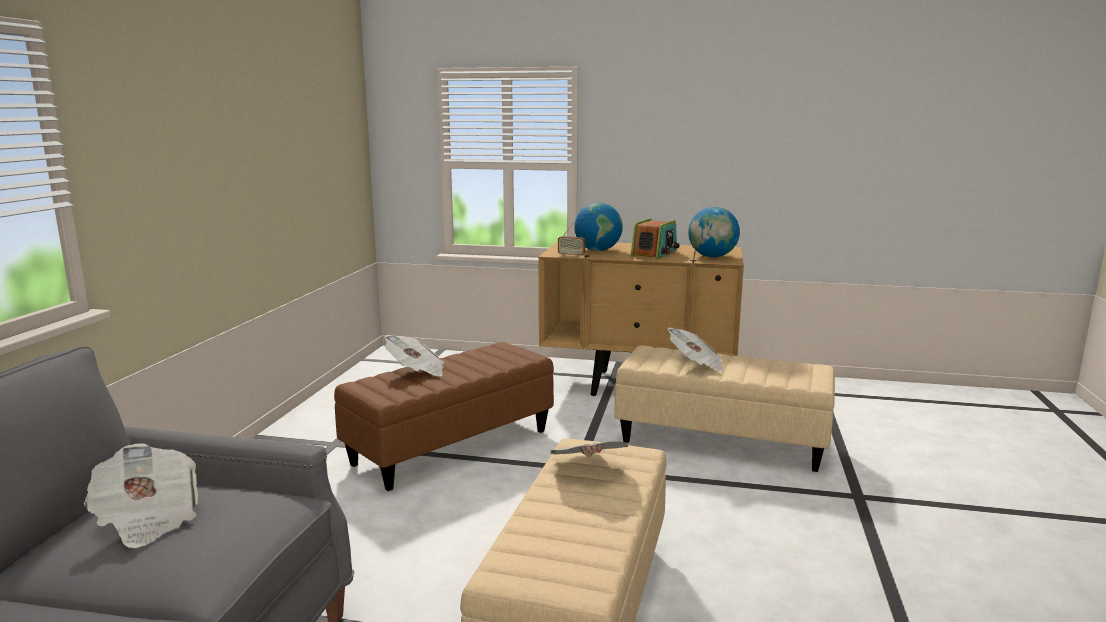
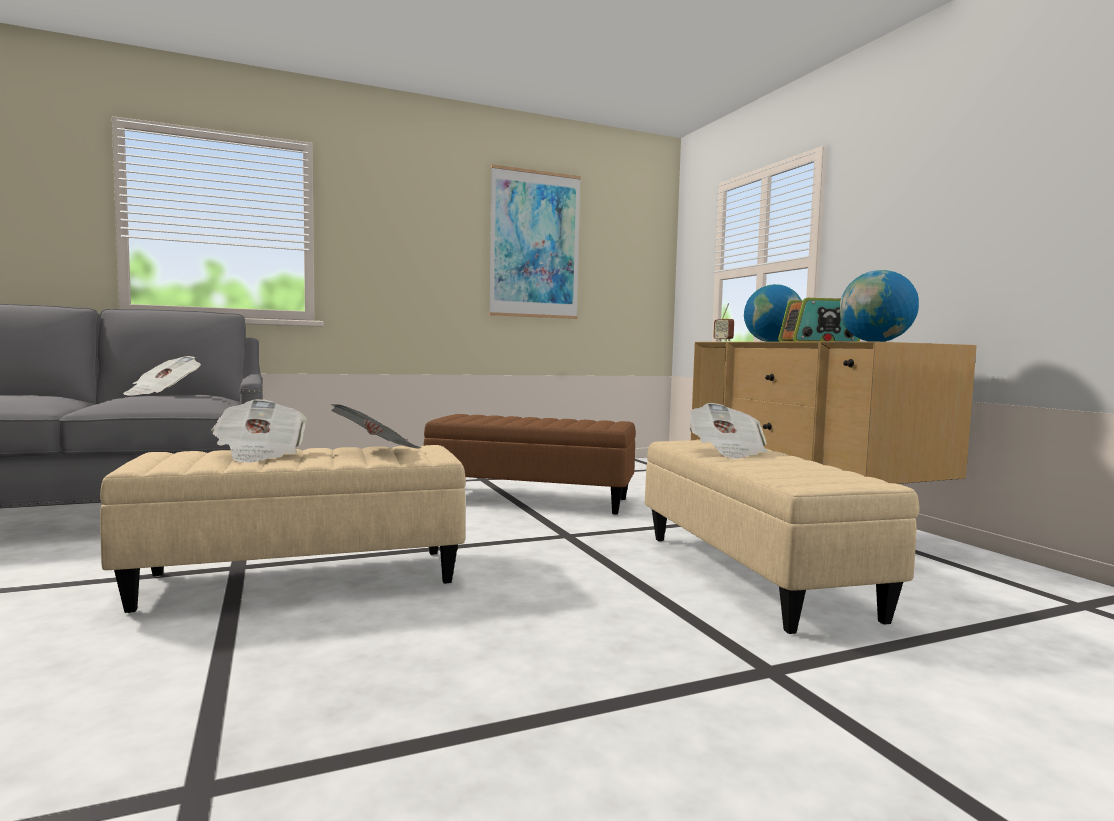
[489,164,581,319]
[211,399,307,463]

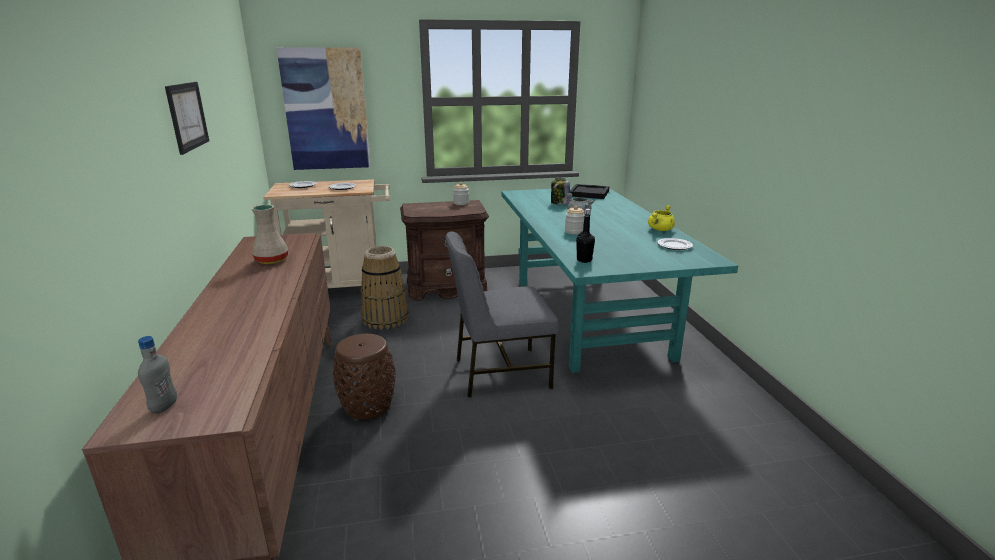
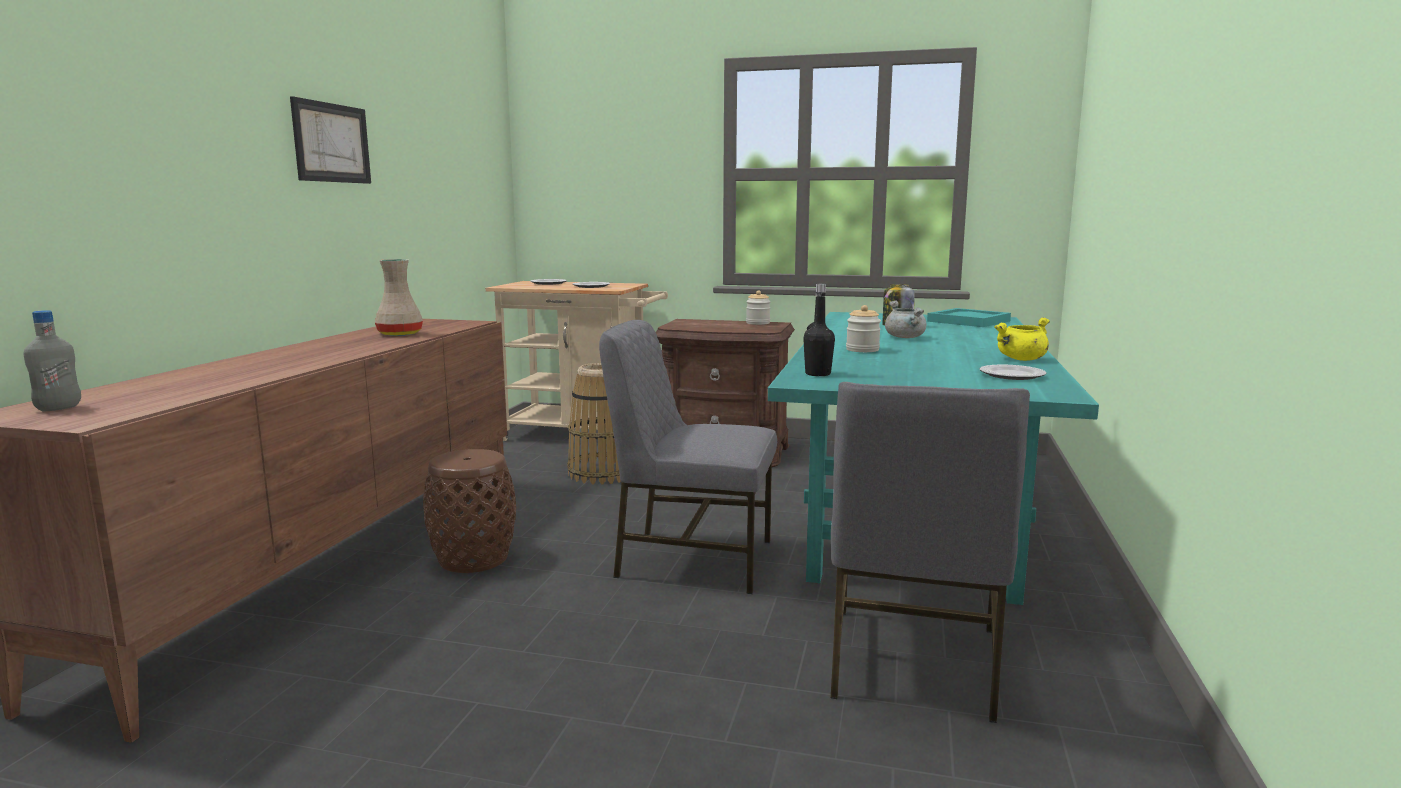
[276,47,371,170] (first image)
[831,382,1030,723]
[927,308,1011,327]

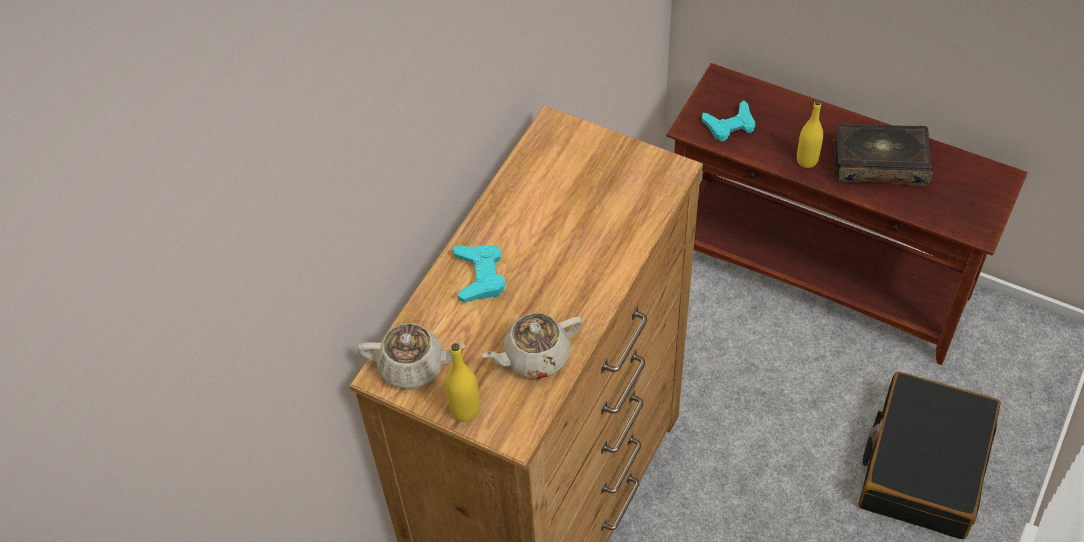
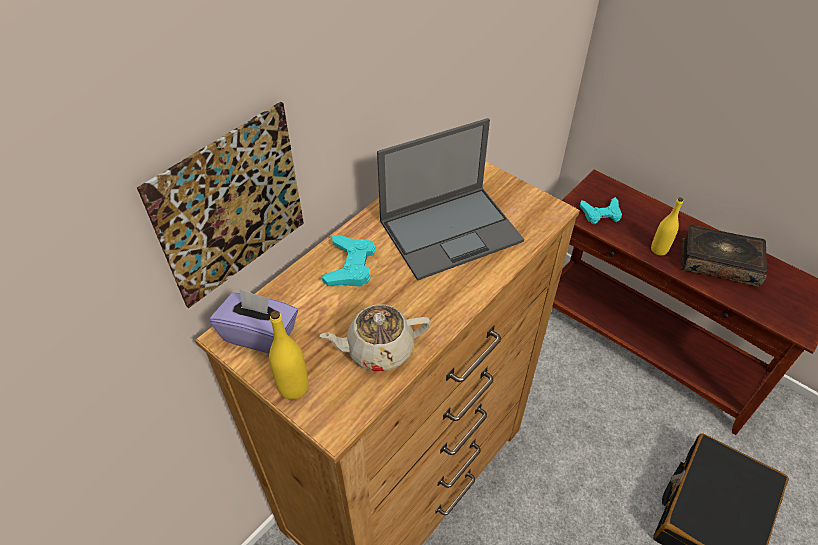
[137,101,304,308]
[377,118,524,281]
[210,289,298,353]

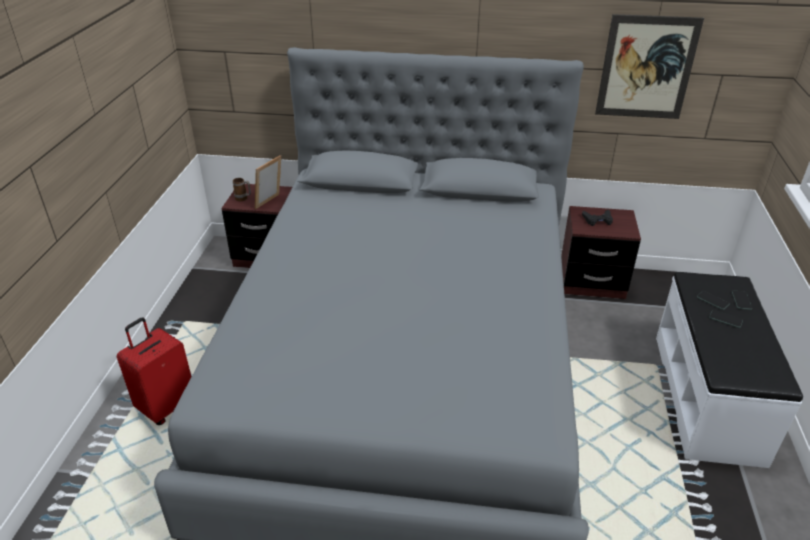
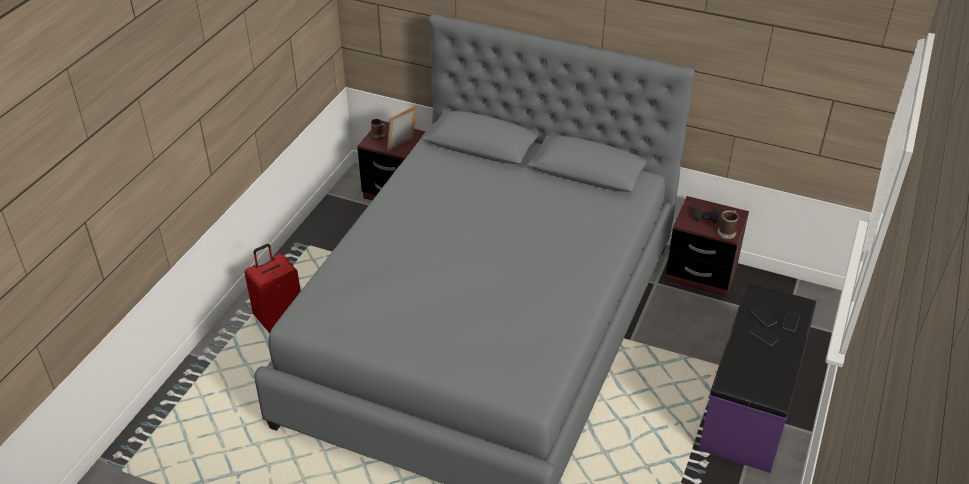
[595,14,704,119] (first image)
[718,209,739,239]
[699,283,816,473]

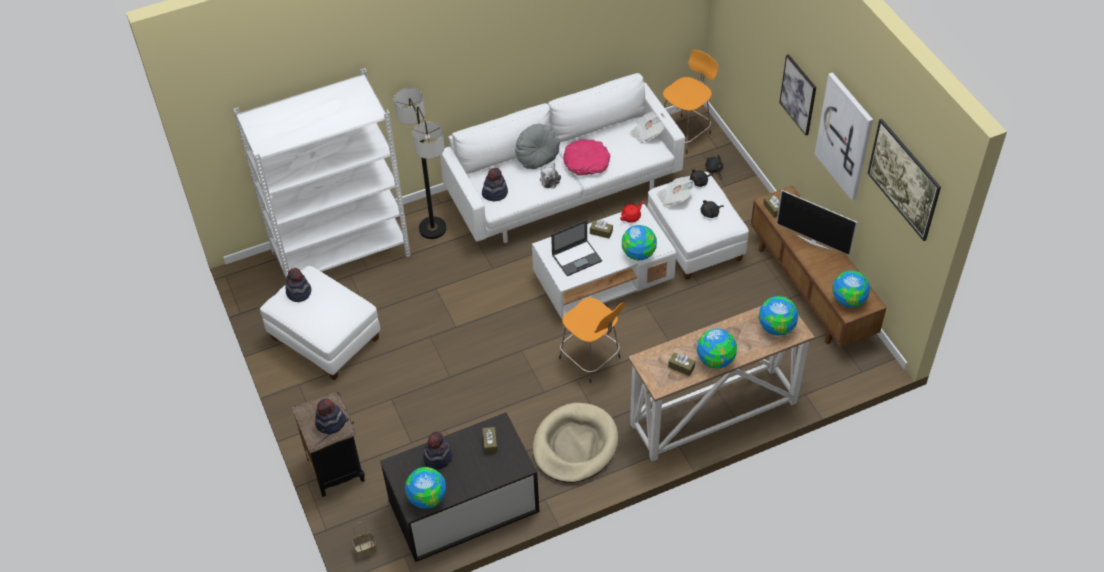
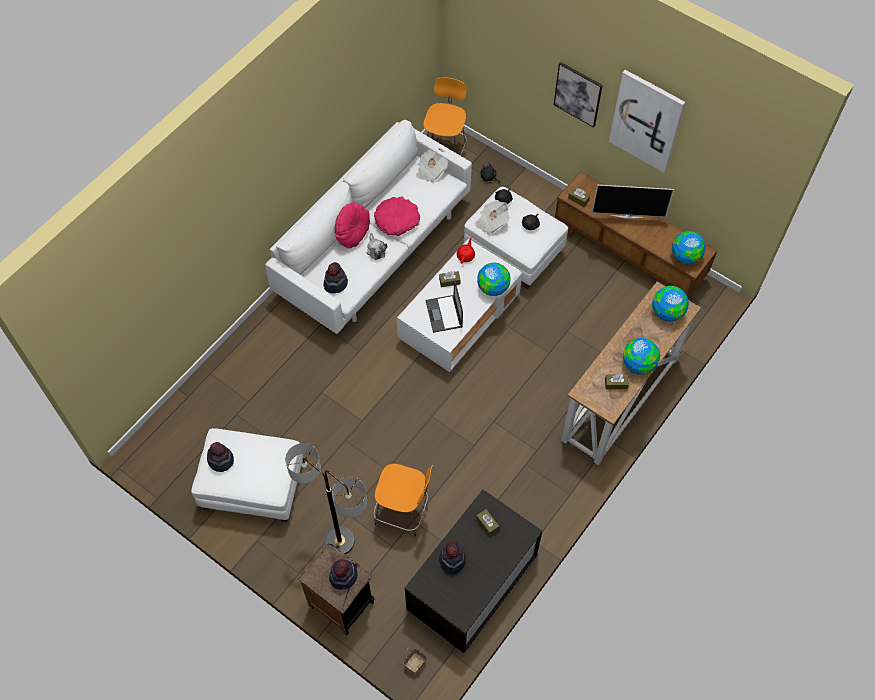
[234,68,411,277] (first image)
[405,467,446,509] (first image)
[533,403,618,483] (first image)
[867,119,941,241] (first image)
[285,443,367,554]
[373,464,433,537]
[335,202,370,249]
[426,279,463,333]

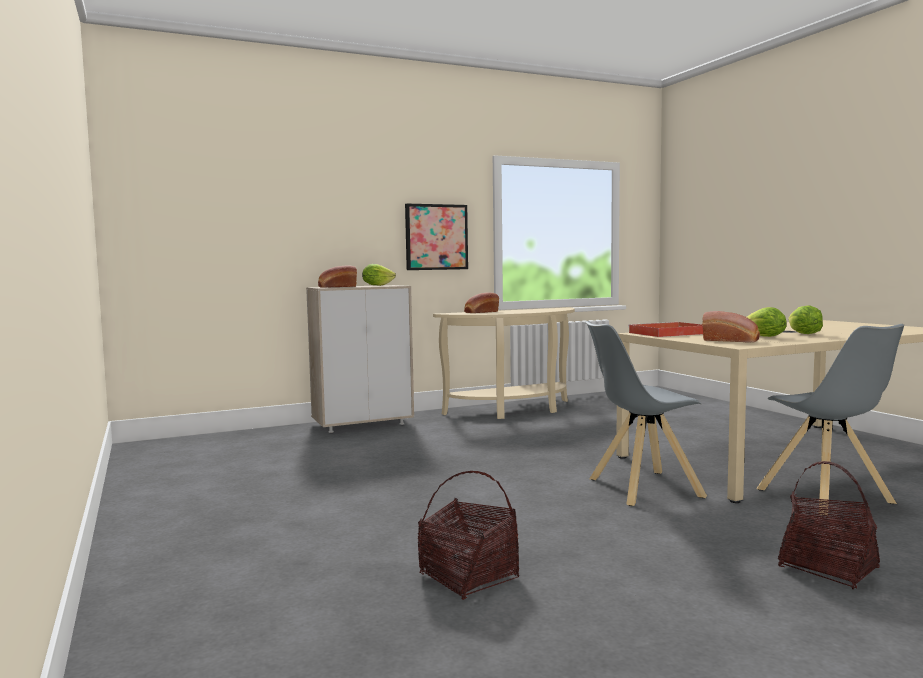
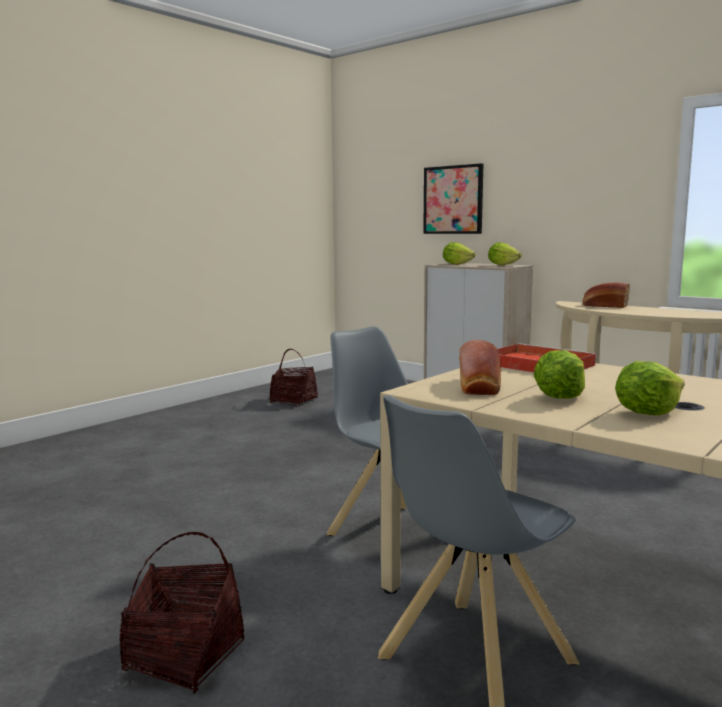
[423,163,483,234]
[270,349,318,407]
[443,242,476,265]

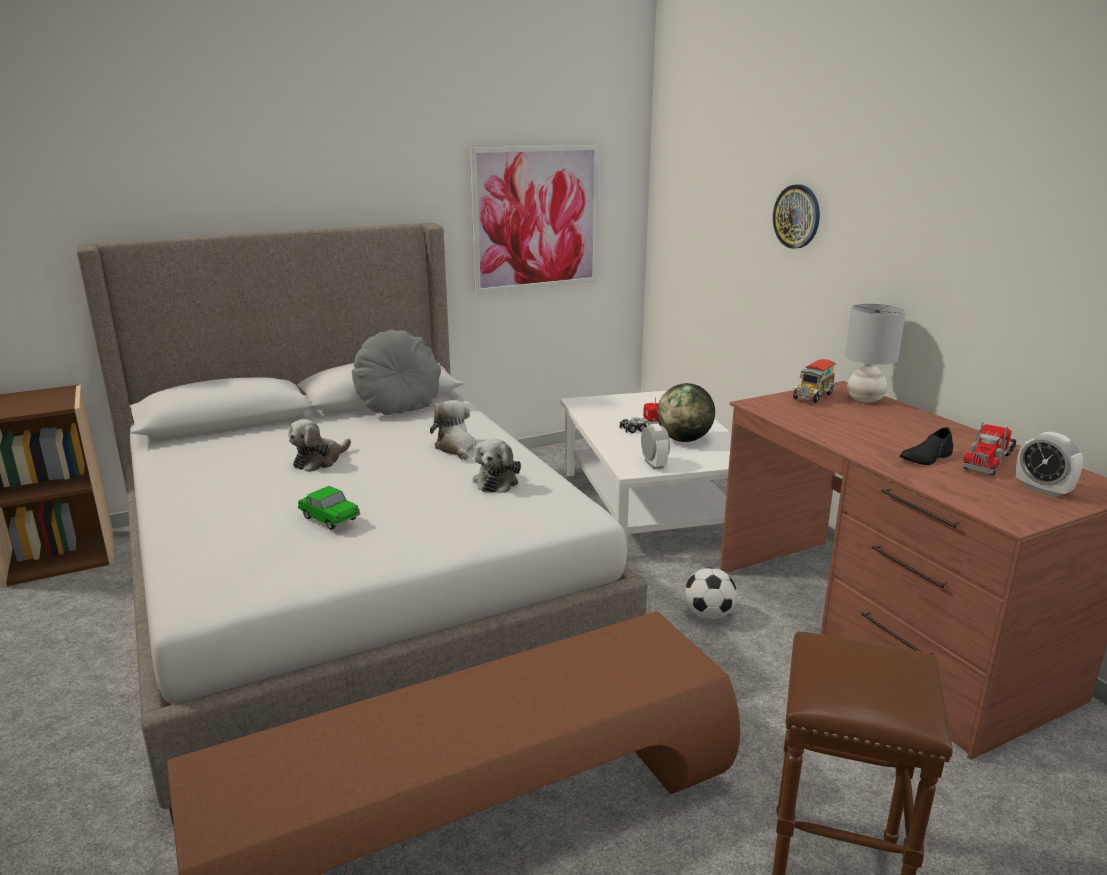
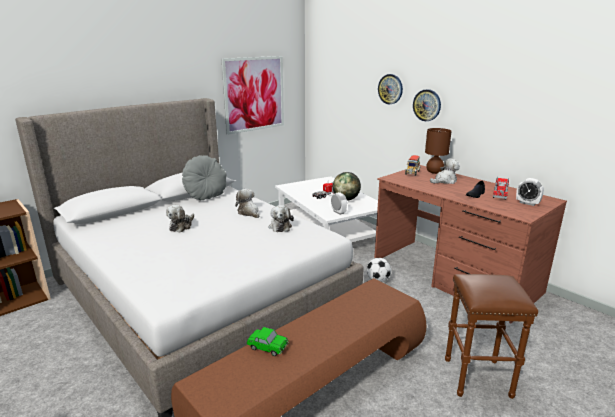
[413,89,441,121]
[430,158,460,184]
[247,327,289,356]
[425,128,452,174]

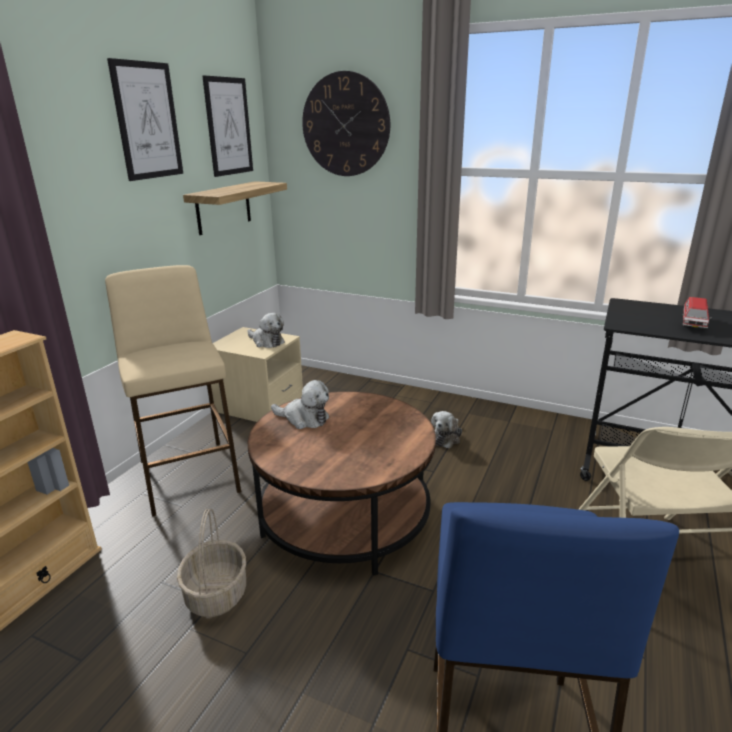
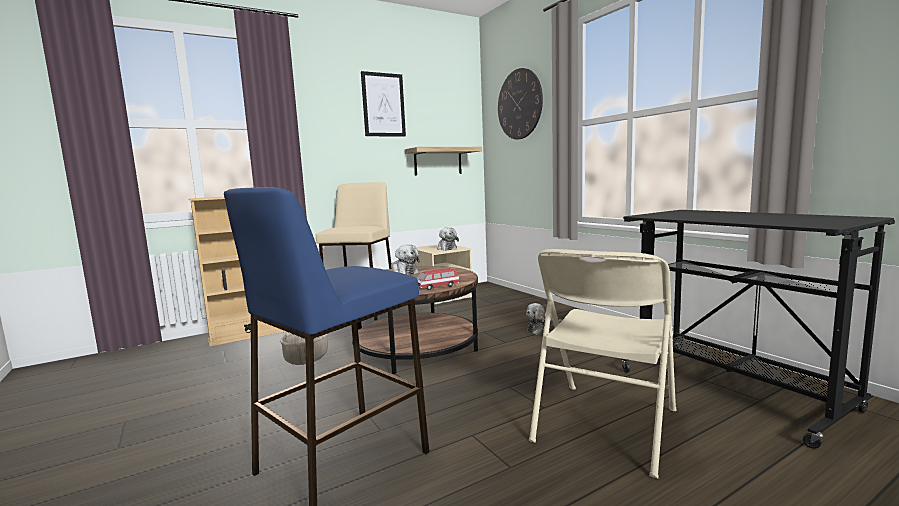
[202,76,253,177] (first image)
[417,268,459,290]

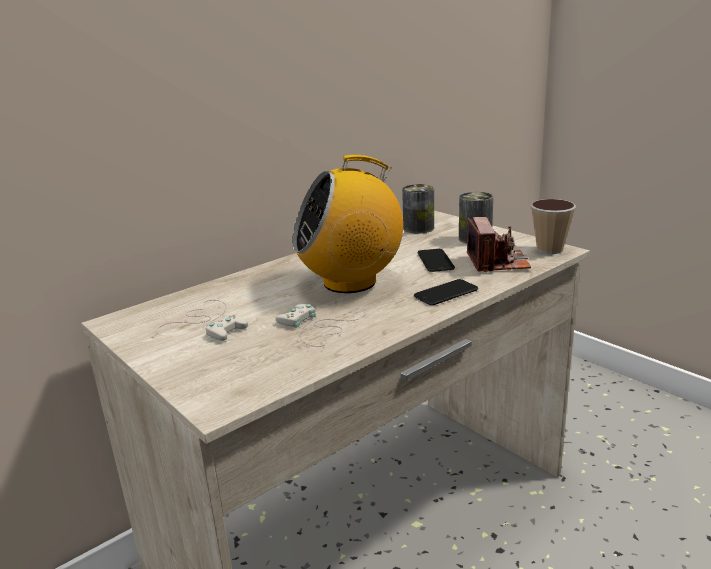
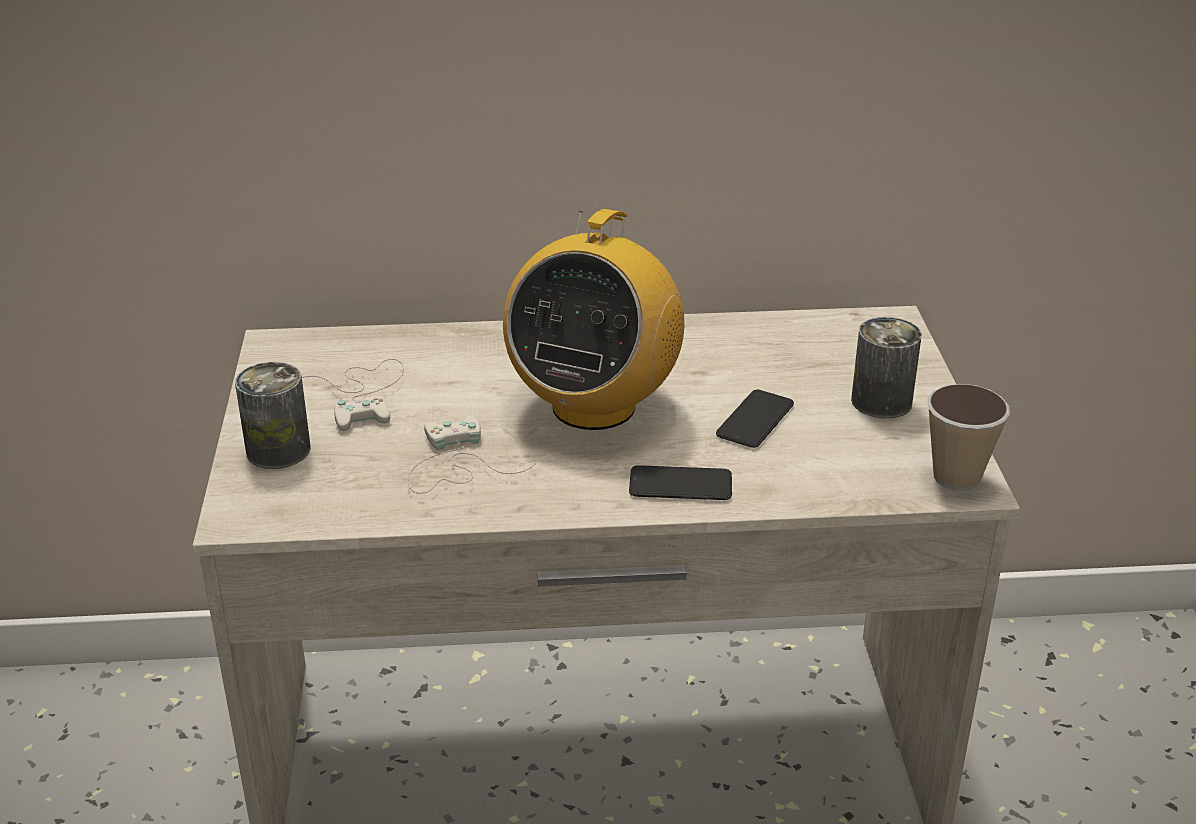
[467,217,531,273] (first image)
[235,362,311,469]
[503,209,684,430]

